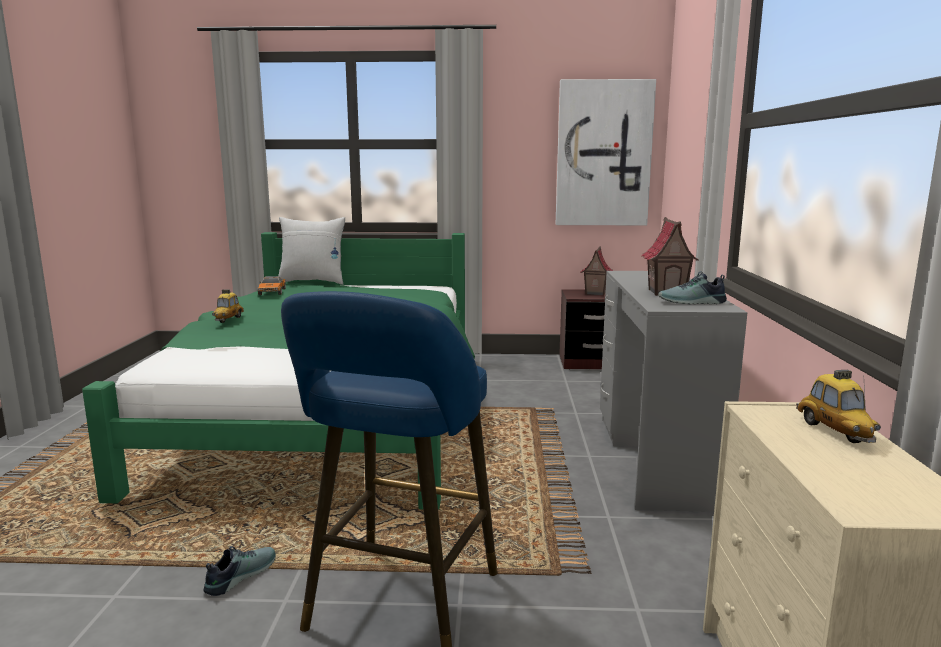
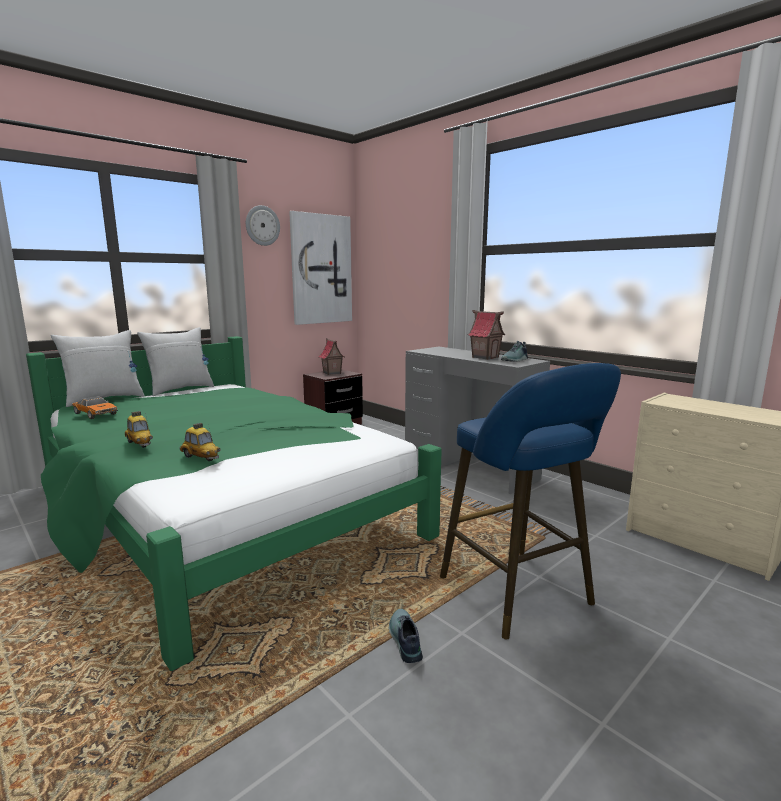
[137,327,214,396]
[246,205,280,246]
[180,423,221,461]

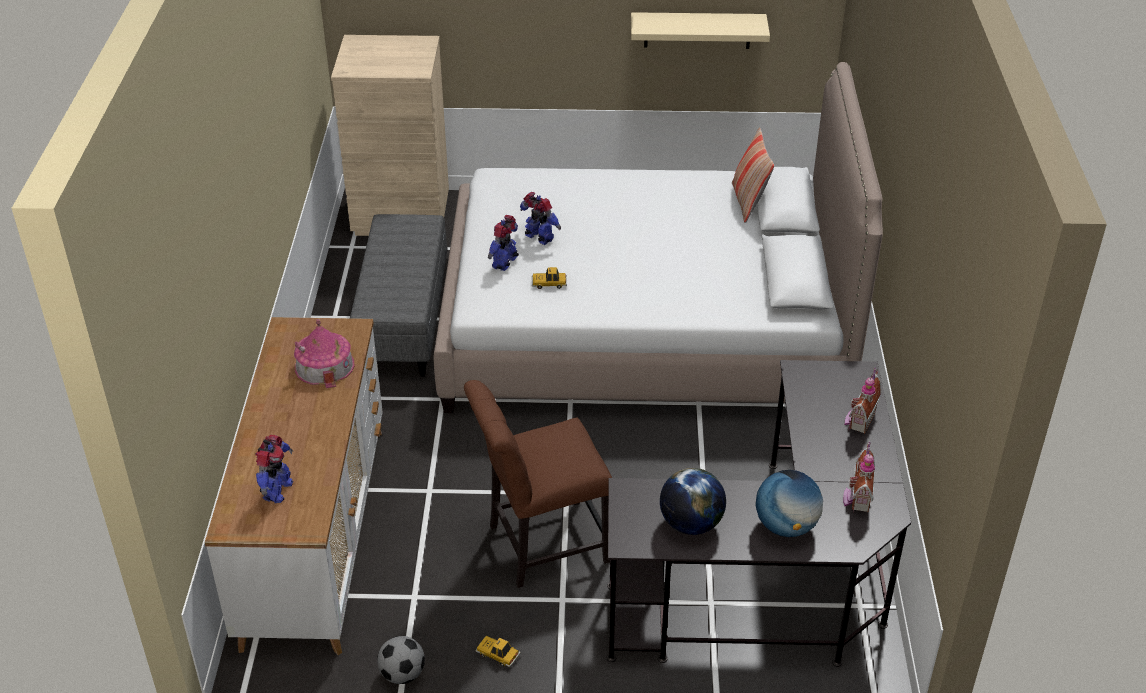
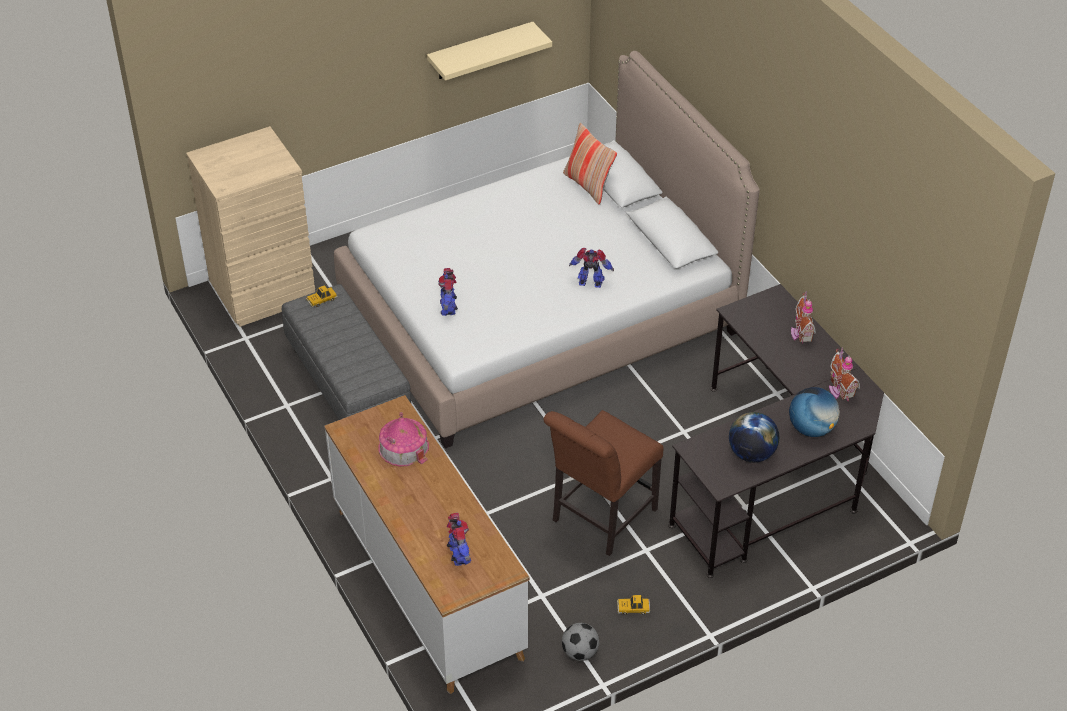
[569,248,614,288]
[306,285,338,307]

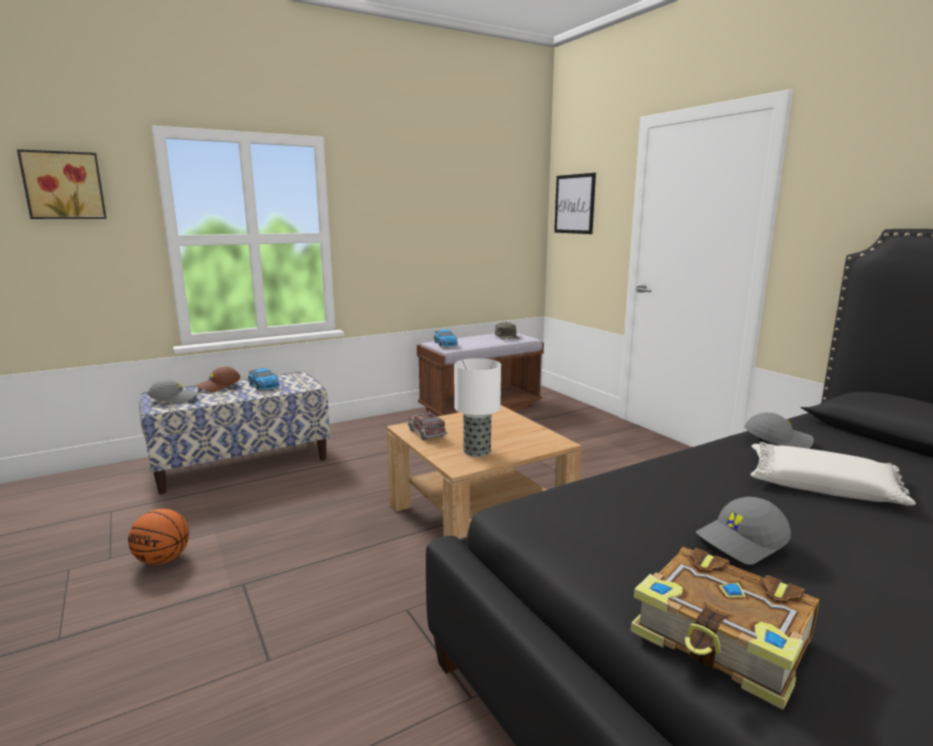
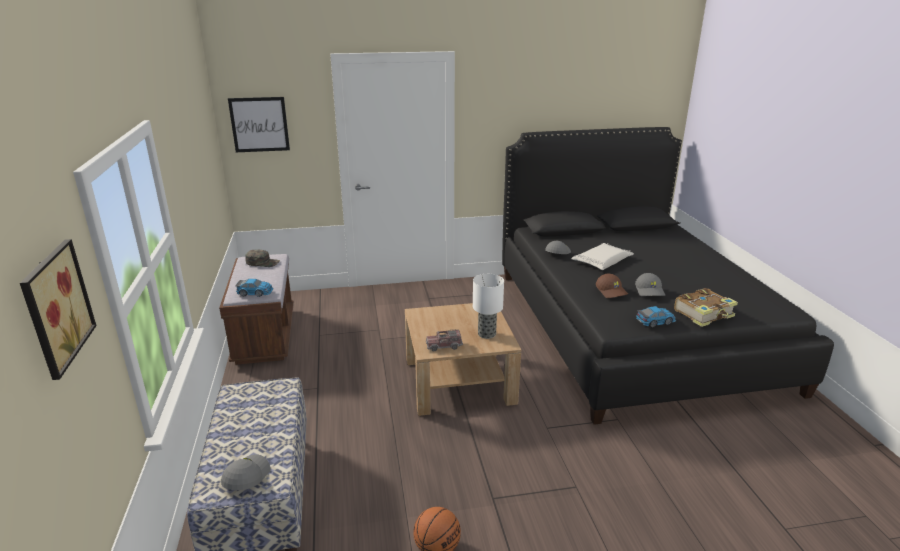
[596,274,628,298]
[636,306,676,328]

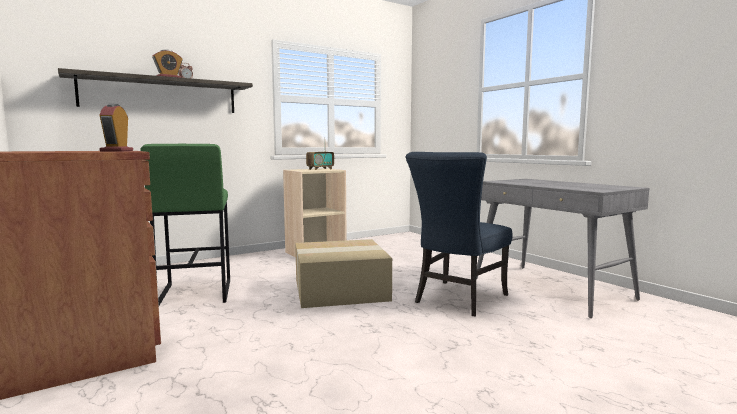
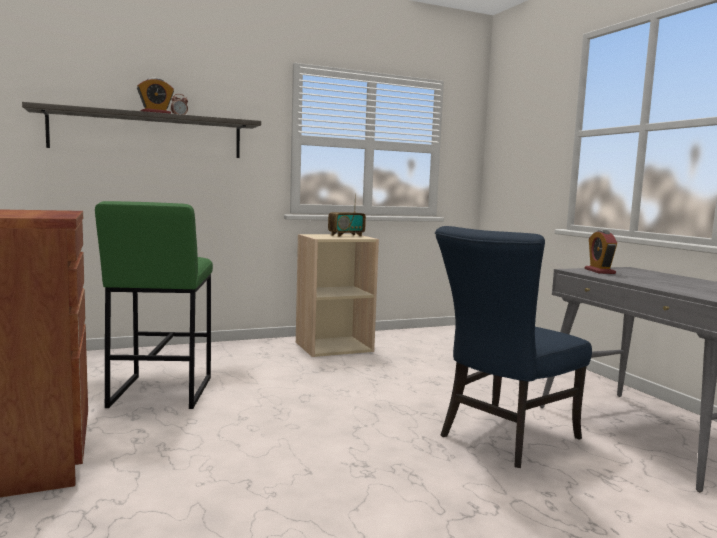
[295,239,392,308] (first image)
[585,230,617,274]

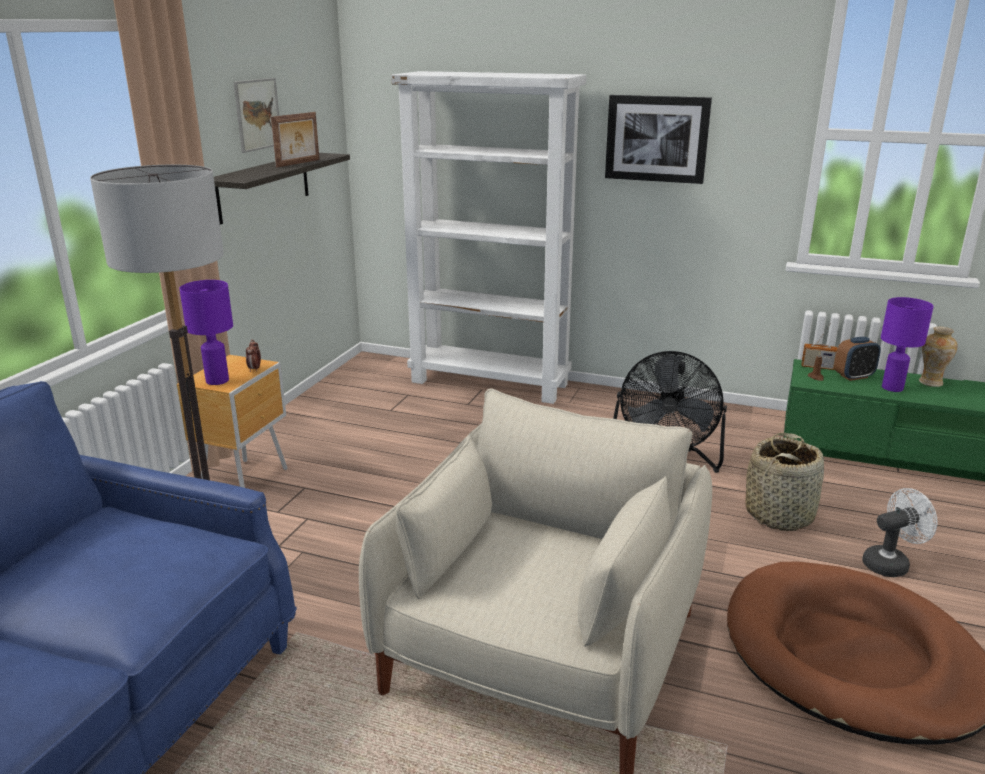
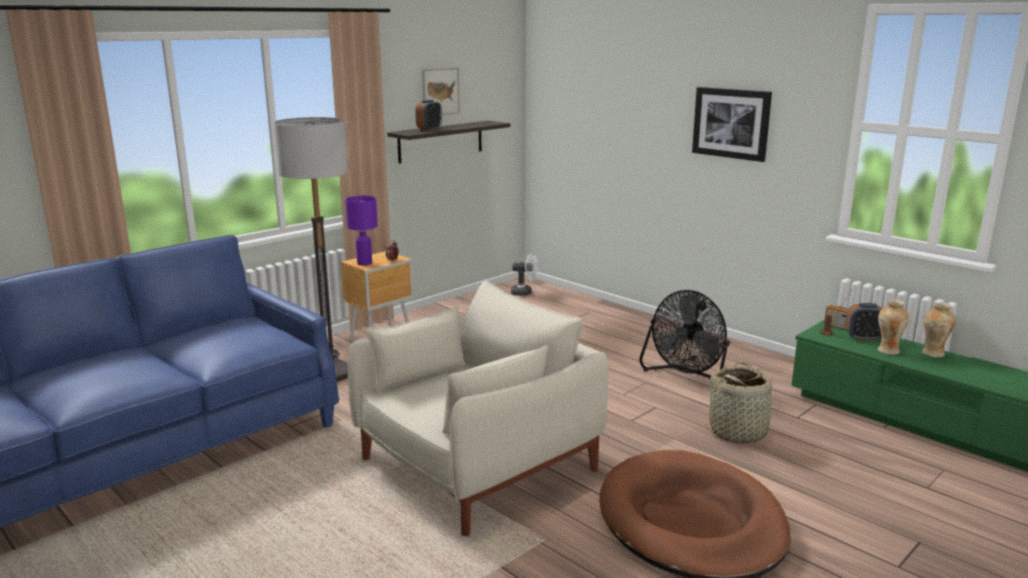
[271,112,319,167] (first image)
[391,71,586,404] (first image)
[415,100,442,131]
[511,253,538,296]
[878,300,909,355]

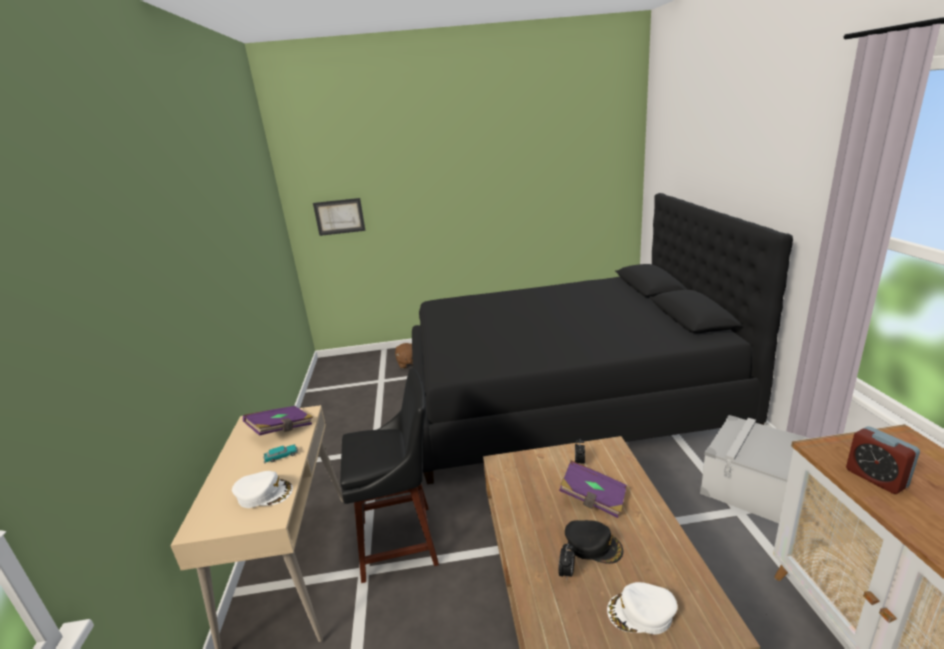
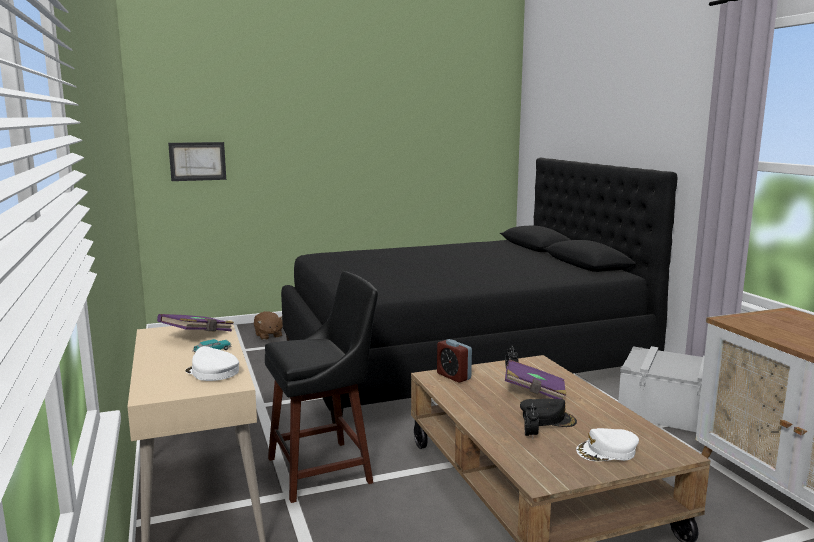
[437,339,472,383]
[185,346,239,381]

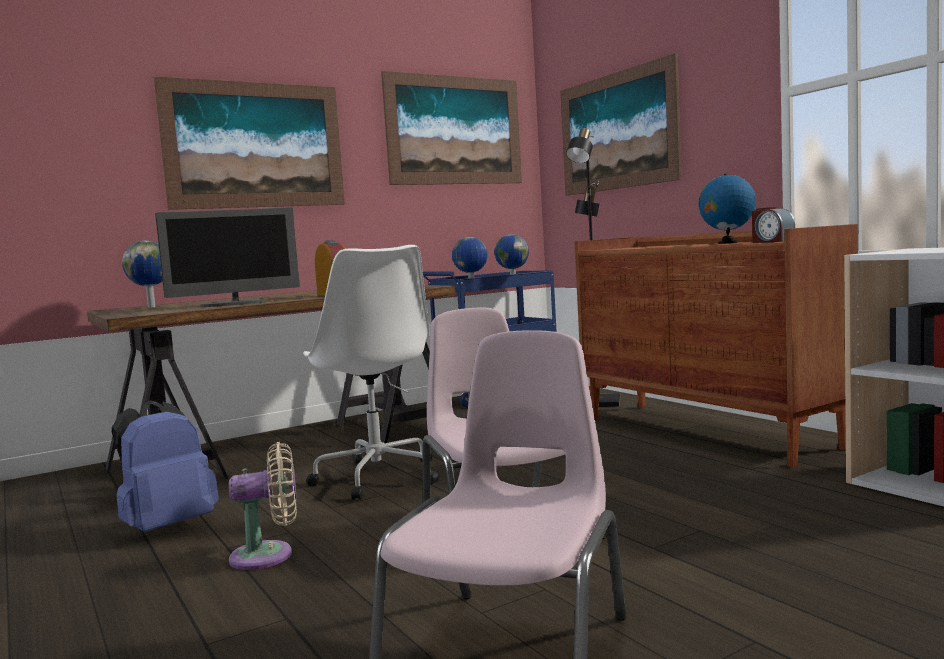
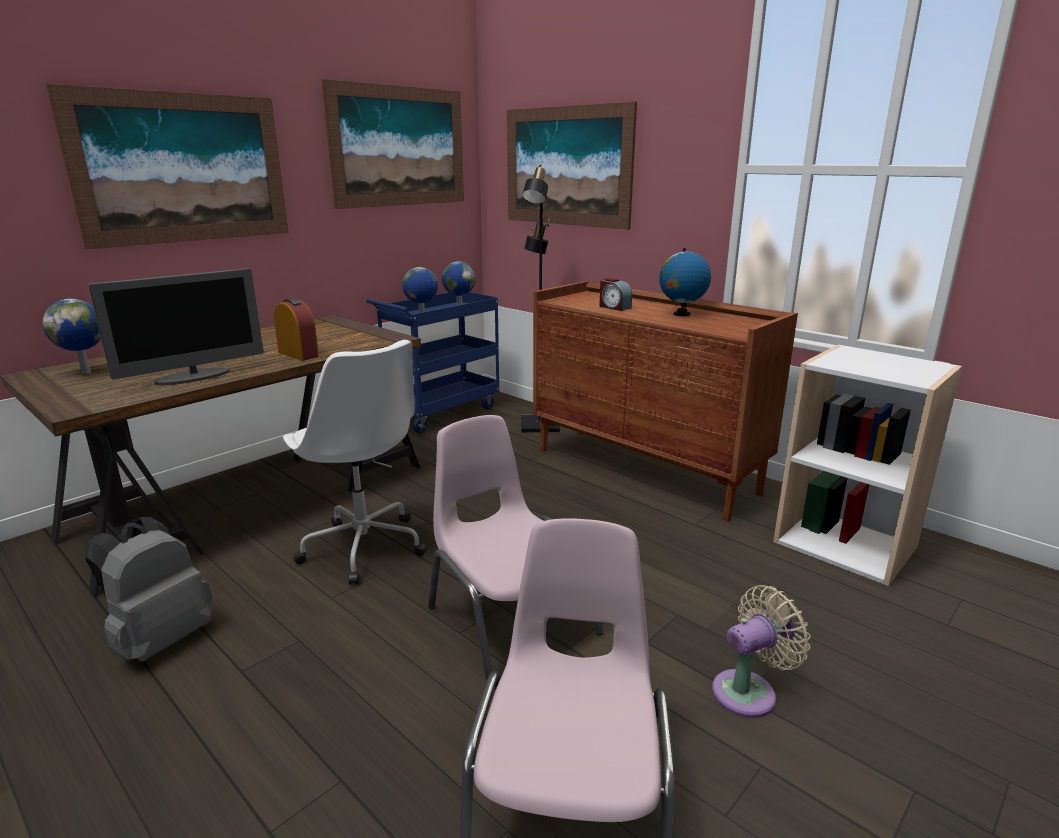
[712,585,811,718]
[599,278,632,311]
[85,517,215,662]

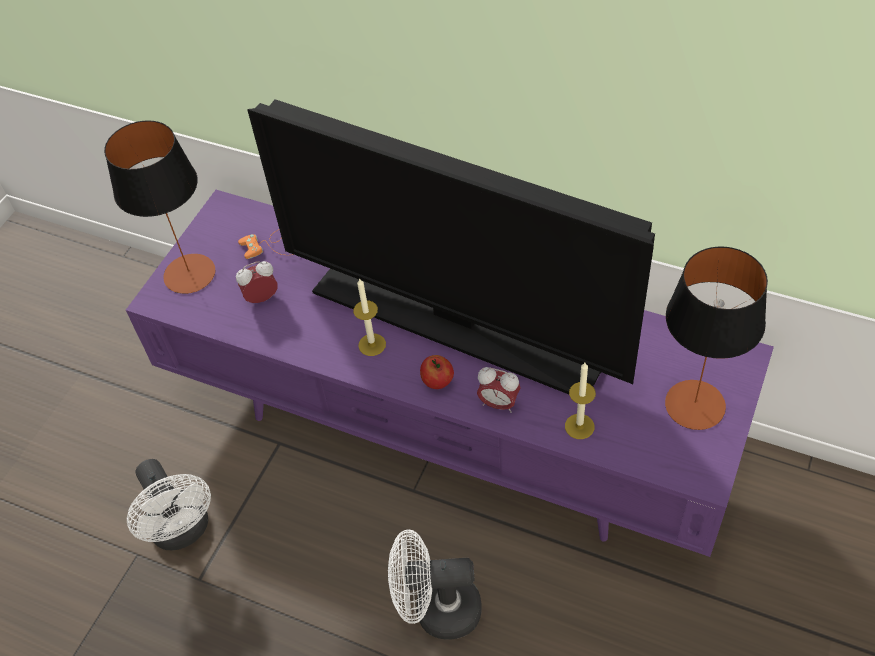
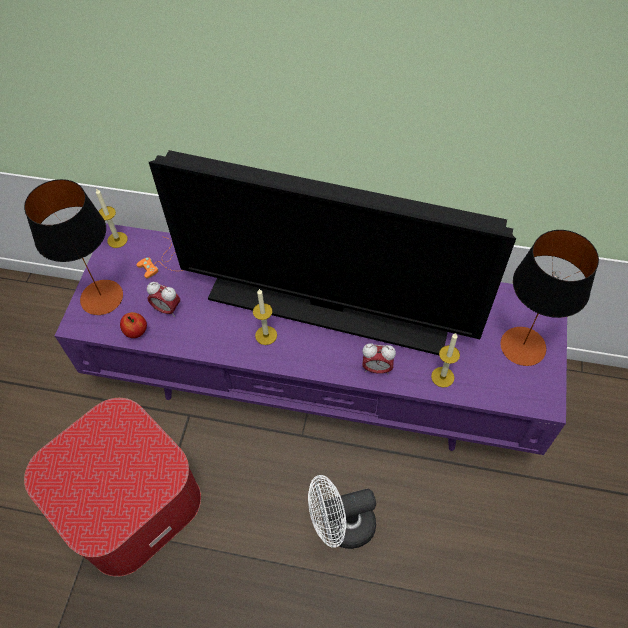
[96,188,128,248]
[120,312,147,338]
[24,398,201,577]
[147,282,180,317]

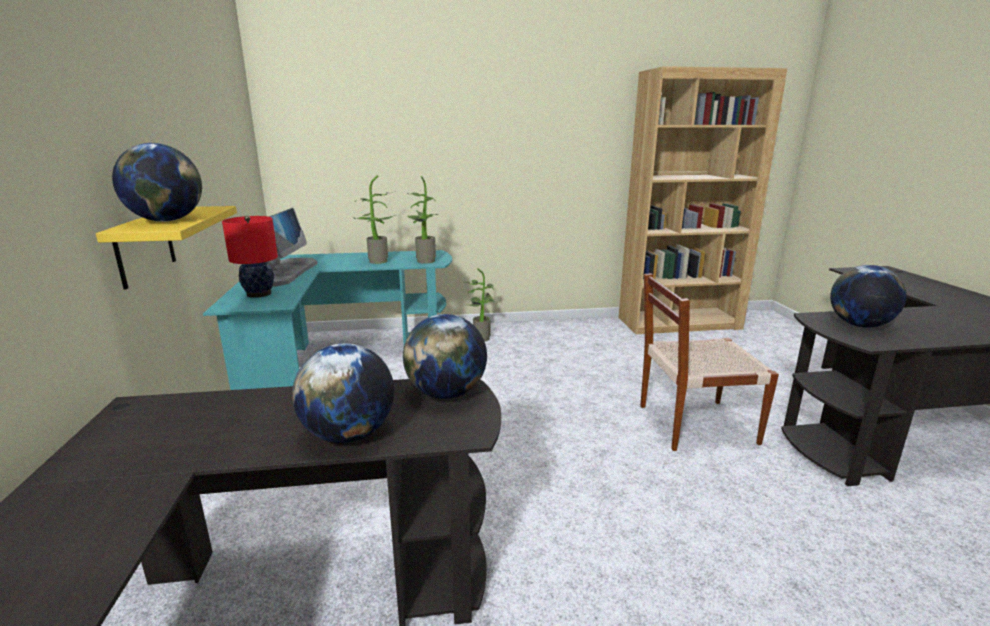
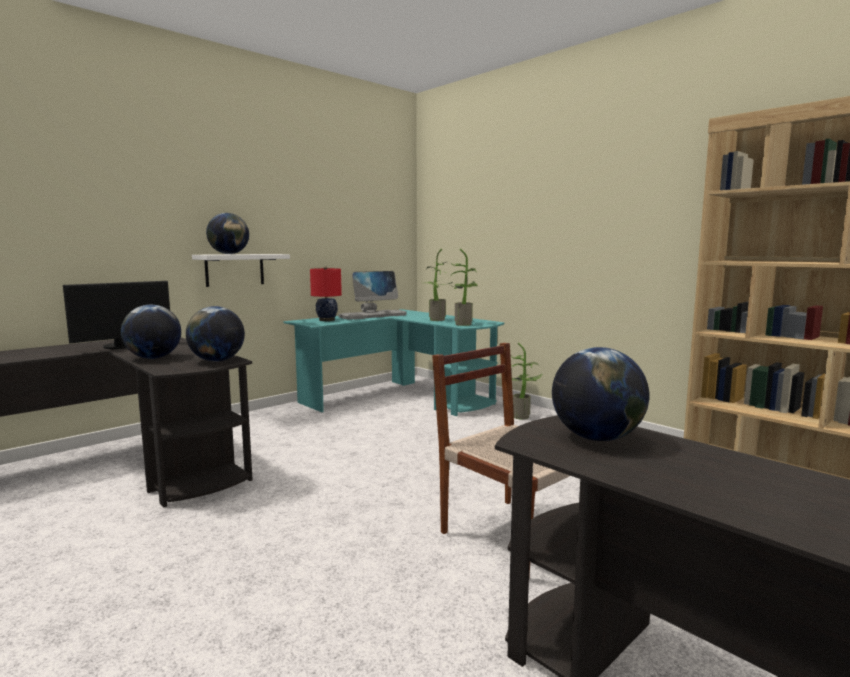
[63,281,170,349]
[192,254,290,287]

